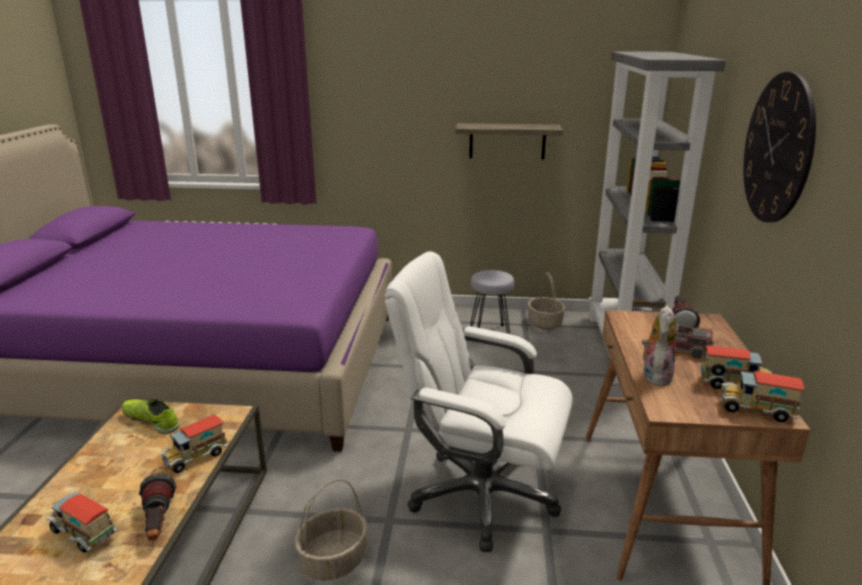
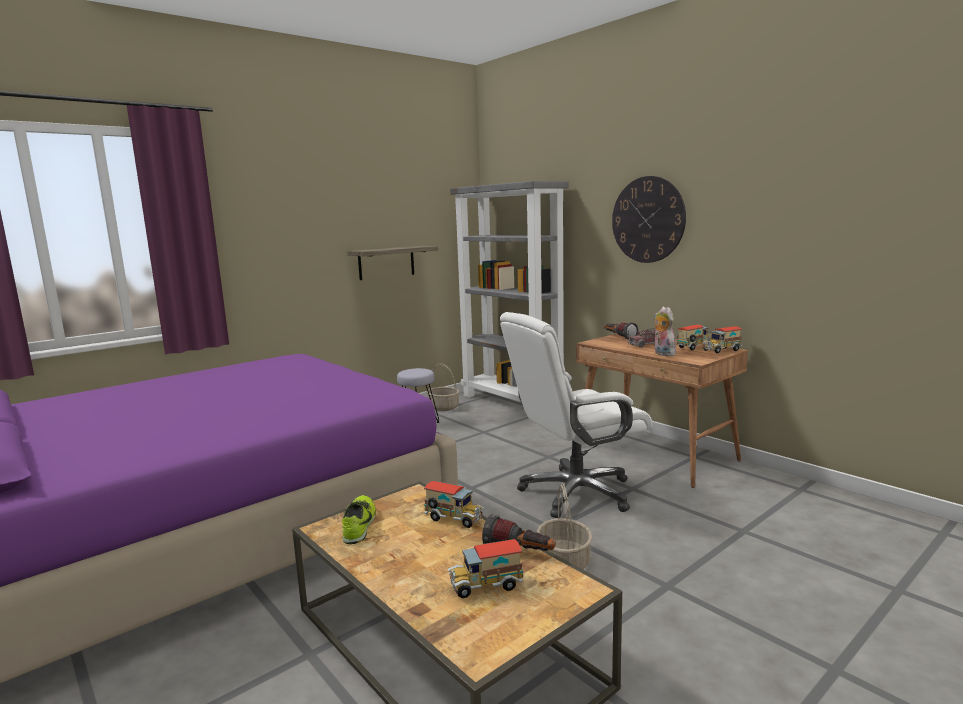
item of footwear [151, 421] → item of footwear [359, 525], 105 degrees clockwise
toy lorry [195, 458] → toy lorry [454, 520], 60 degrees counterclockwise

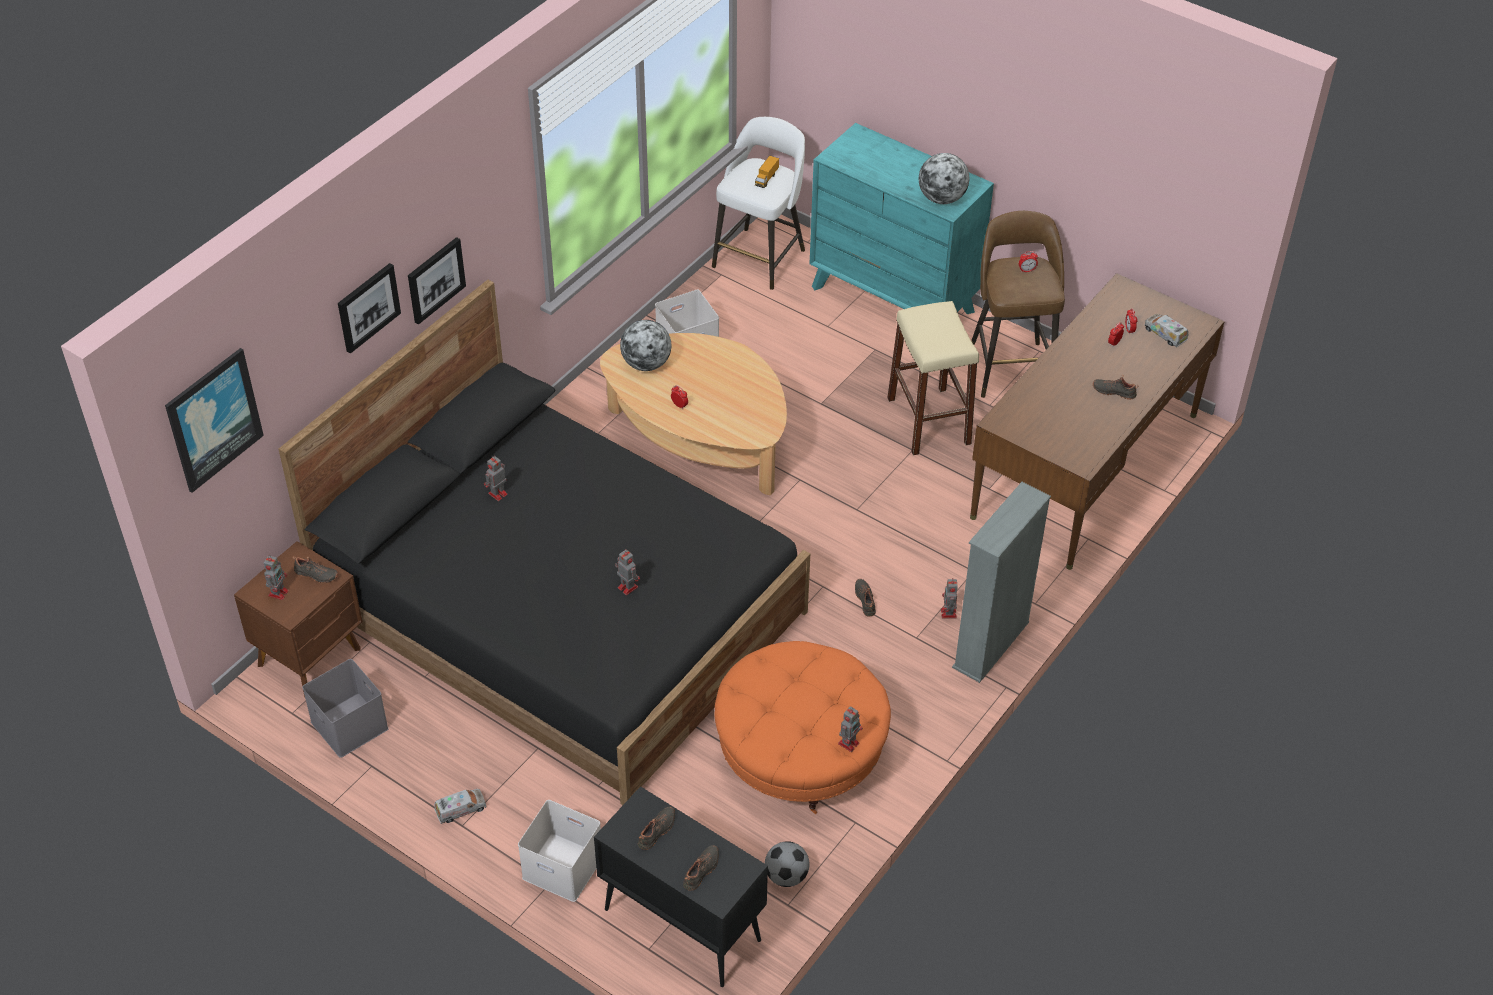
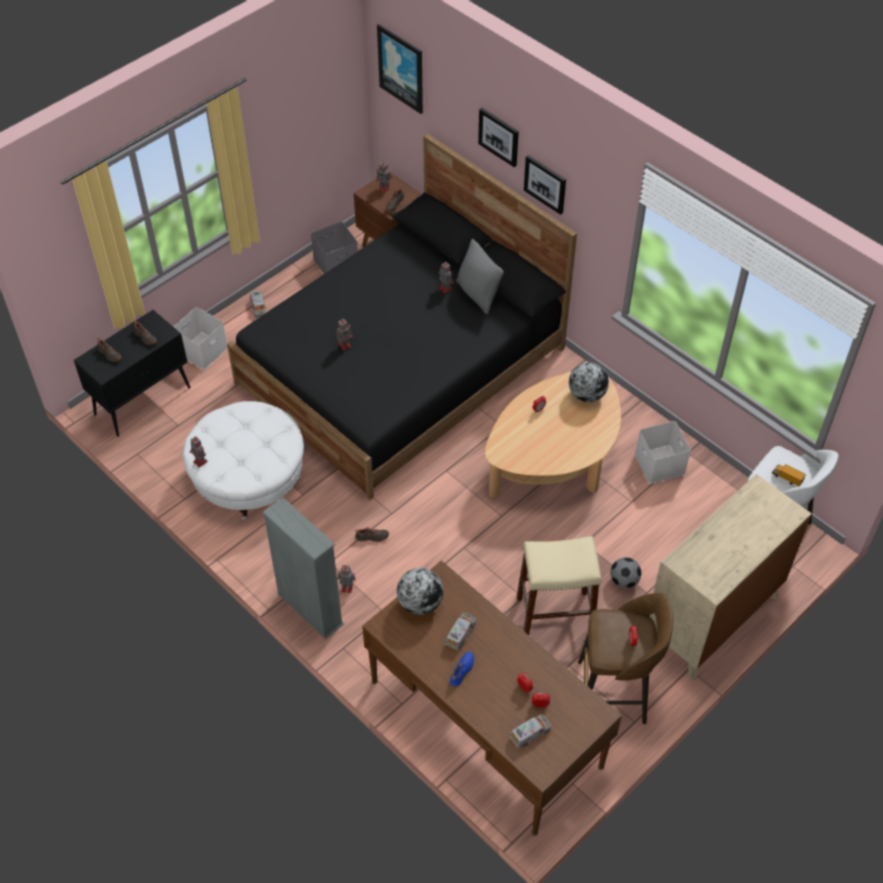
turquoise-coloured dresser [893, 299] → beige dresser [712, 618]
world globe [942, 198] → world globe [420, 603], move
blackish item of footwear [1114, 391] → blue item of footwear [462, 671]
orange ottoman [800, 752] → white ottoman [249, 477]
football ball [786, 876] → football ball [624, 581], move
- → grey throw pillow [478, 294]
- → toy lorry [460, 633]

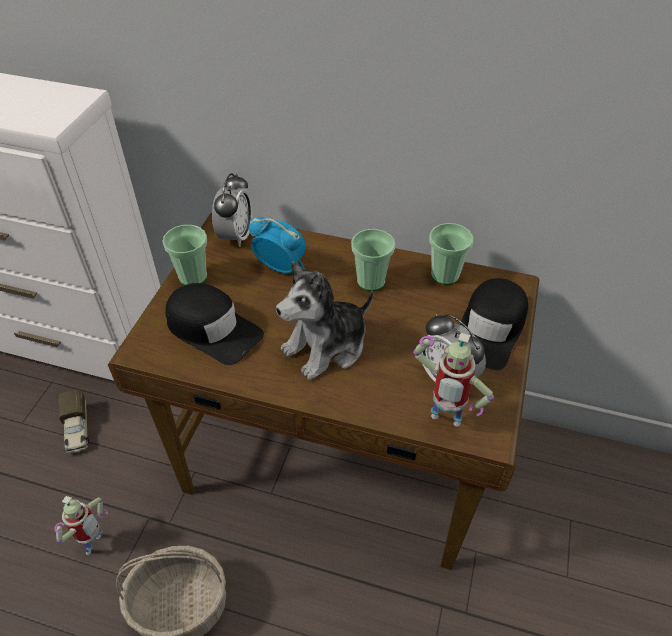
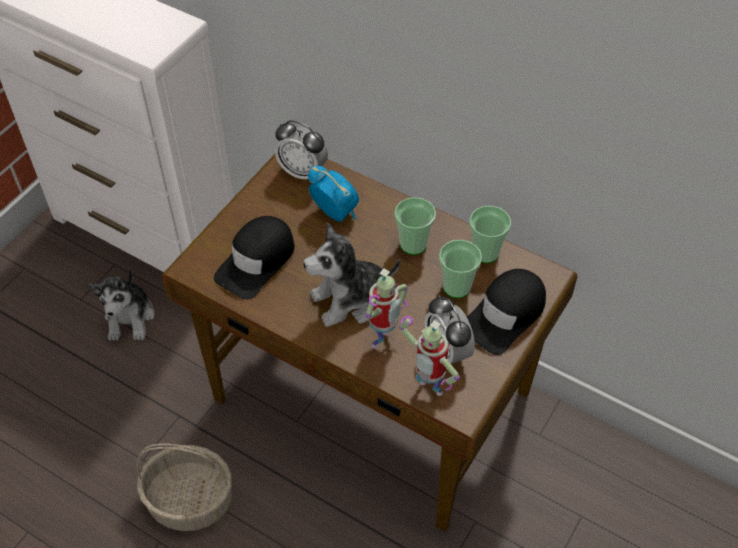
alarm clock [236, 236] → alarm clock [302, 171], 90 degrees clockwise
drinking cup [193, 277] → drinking cup [456, 287], move
blackish baseball cap [213, 329] → blackish baseball cap [257, 262], 75 degrees clockwise
toy lorry [77, 429] → soft toy [130, 317]
robot figure [96, 546] → robot figure [383, 341], move

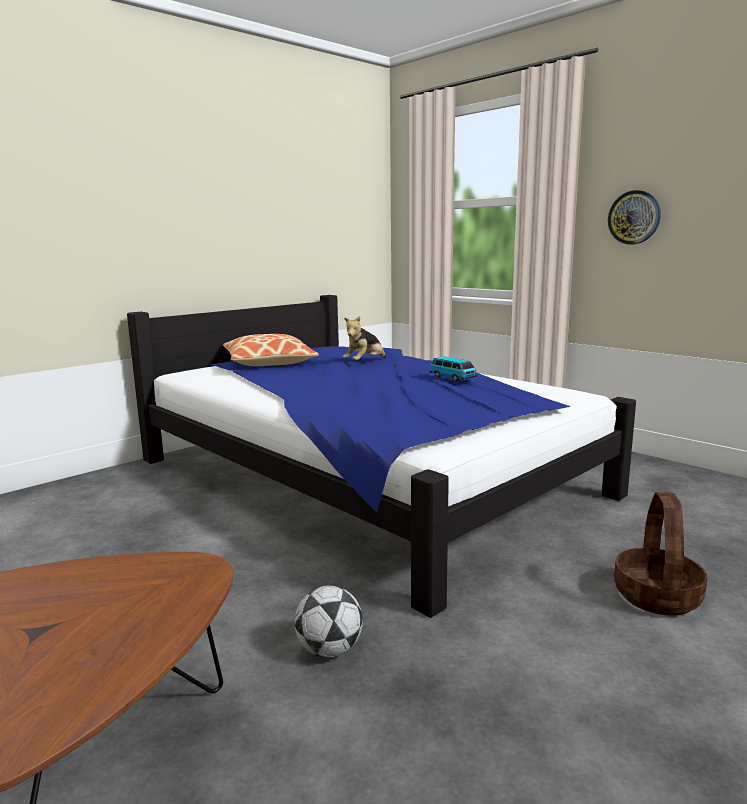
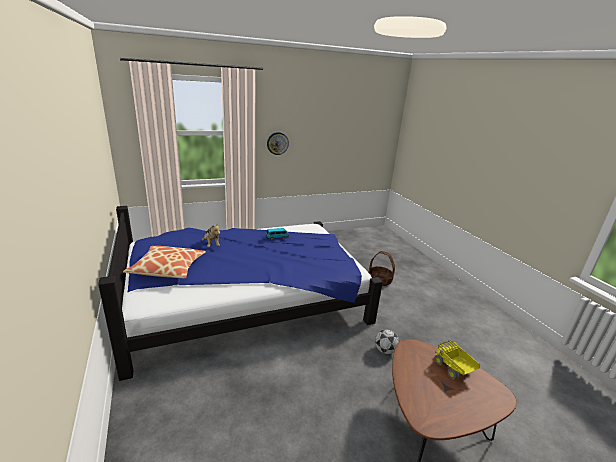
- → toy lorry [453, 369]

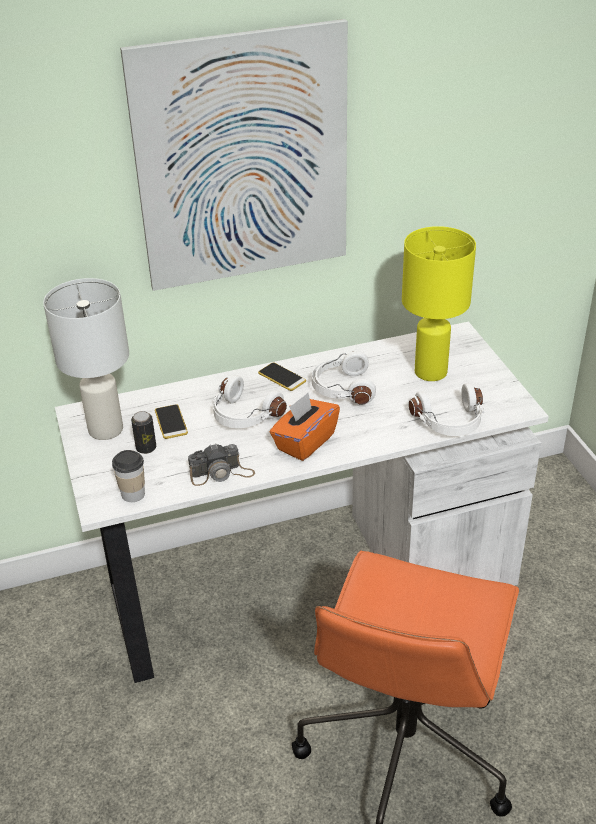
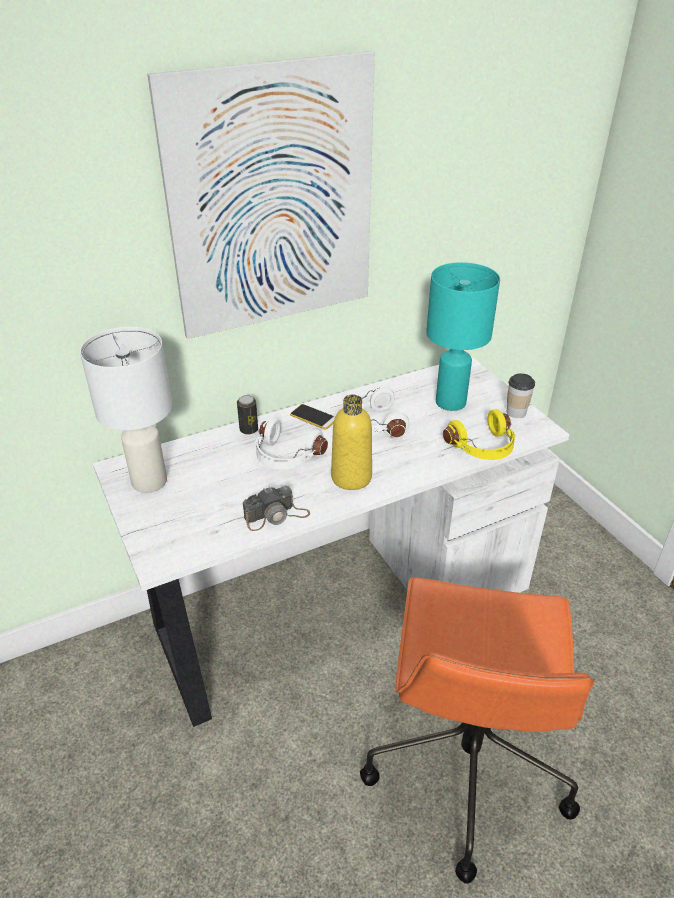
yellow-coloured tabletop lamp [429, 371] → turquoise-coloured tabletop lamp [449, 402]
white headphones [450, 423] → yellow-coloured headphones [483, 448]
orange tissue holder [305, 442] → yellow-coloured beverage bottle [351, 477]
telephone [171, 422] → -
can [146, 448] → can [249, 429], move
drinking cup [133, 494] → drinking cup [516, 412], move

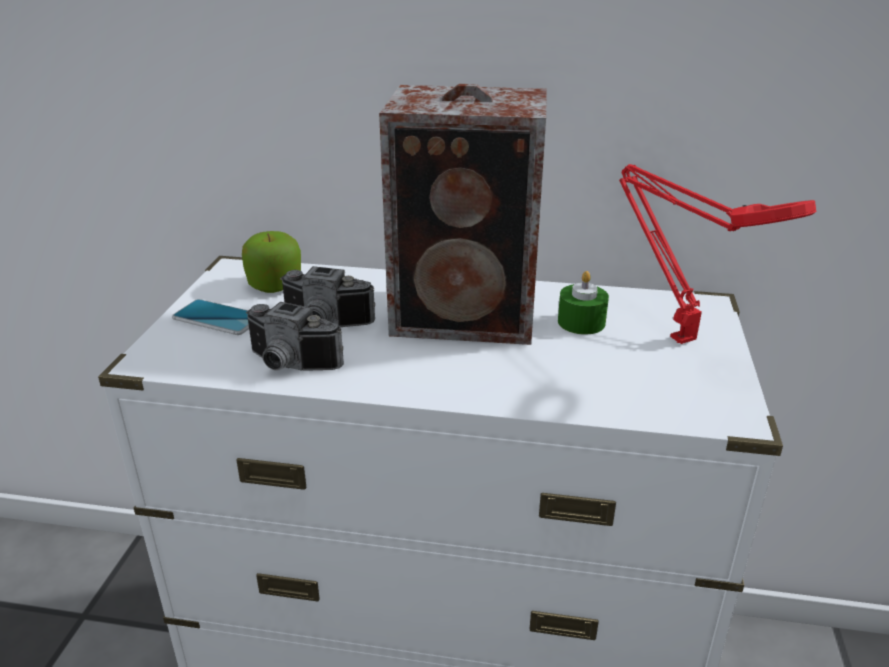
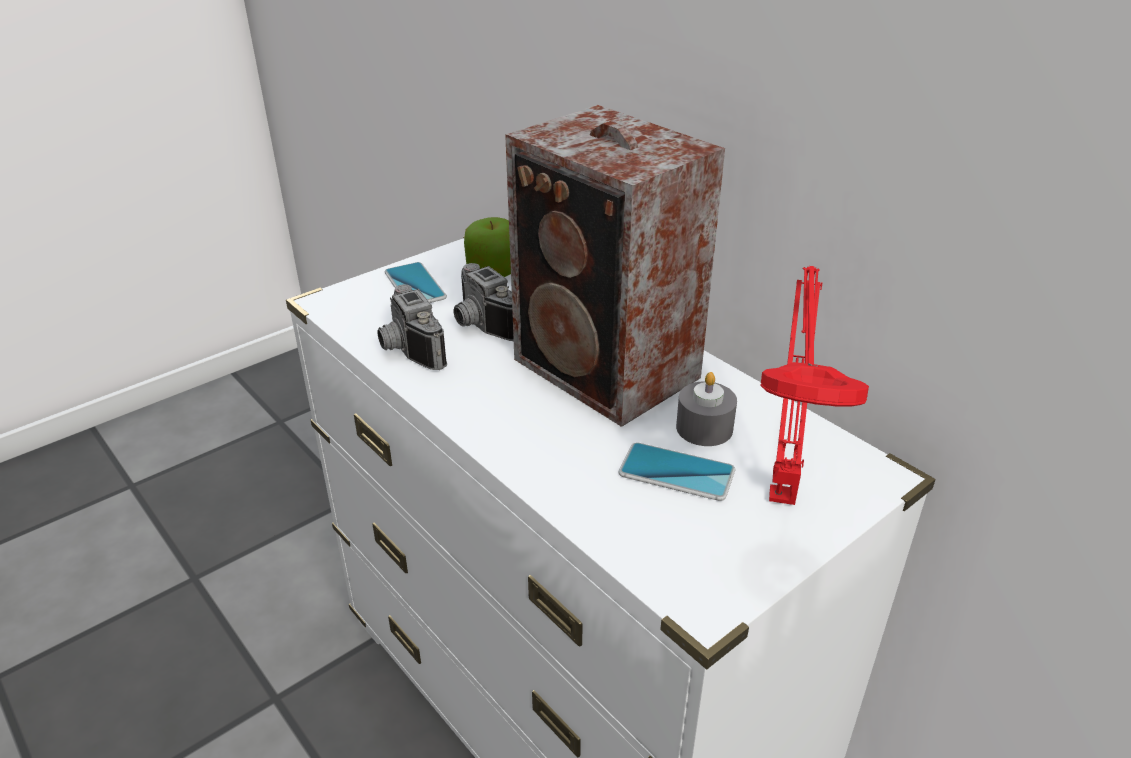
green candle [581, 322] → grey candle [704, 428]
- → telephone [676, 473]

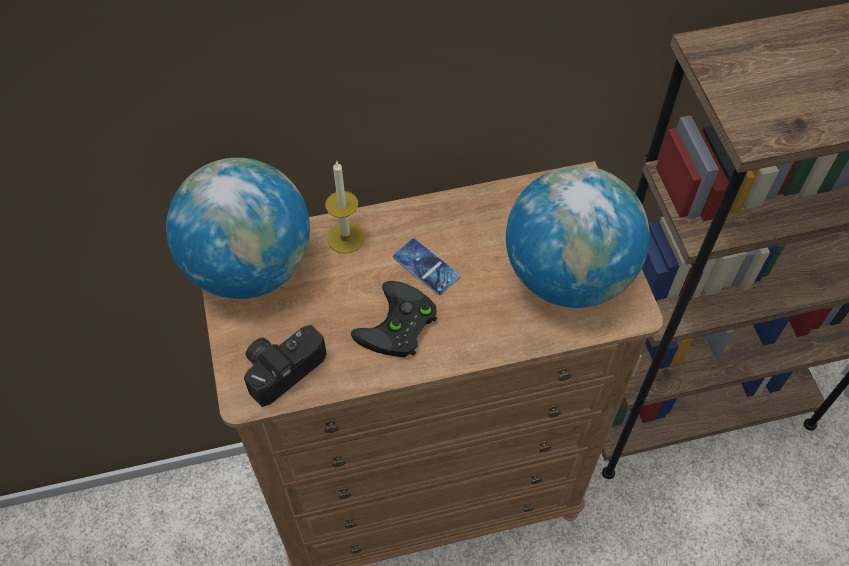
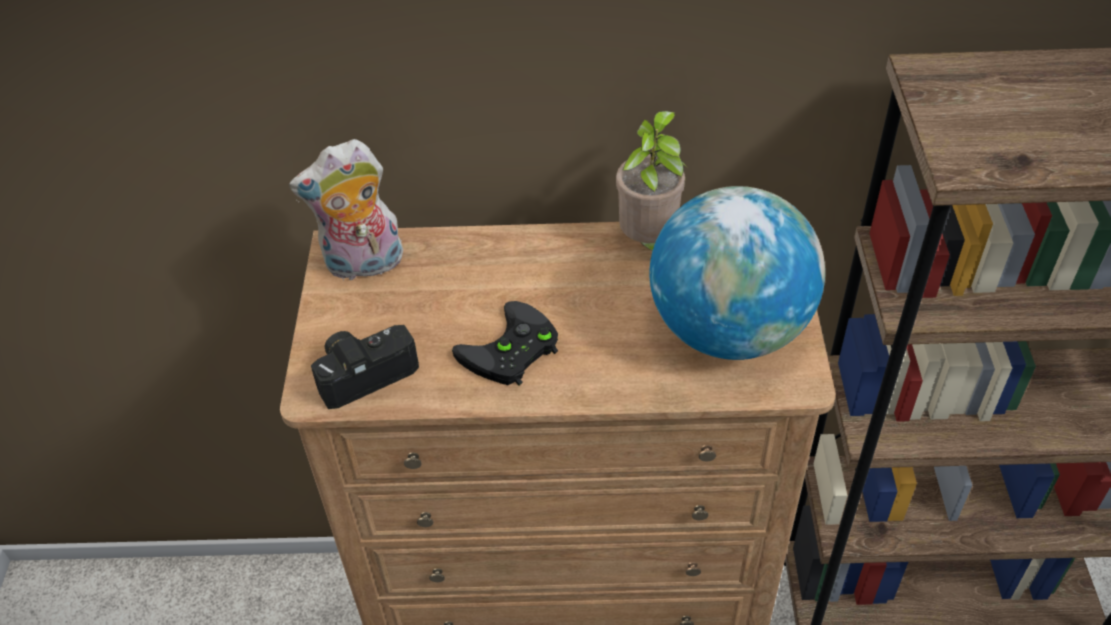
world globe [249, 267] → soft toy [363, 265]
candle [345, 238] → -
telephone [426, 267] → -
- → plant in a pot [649, 245]

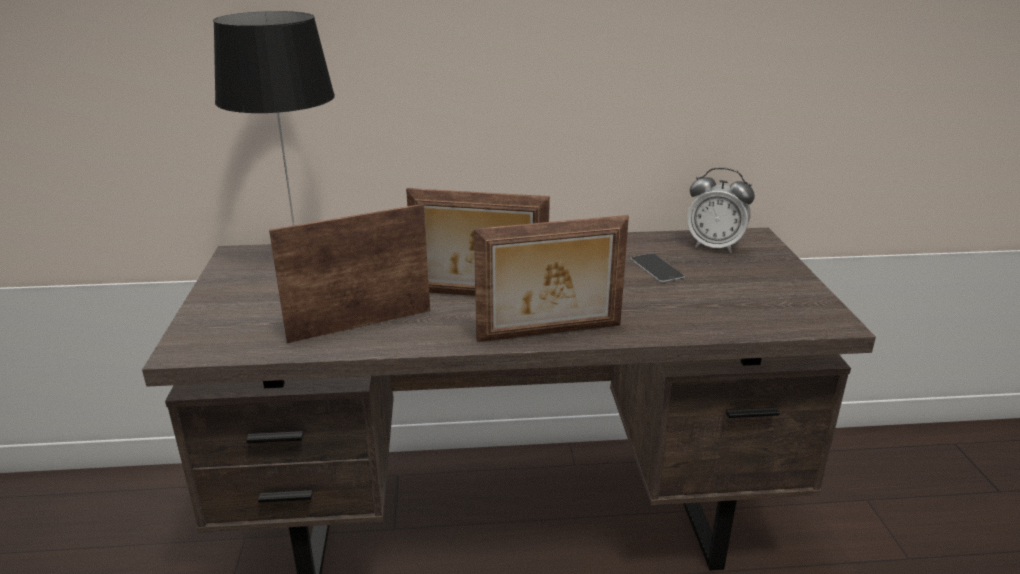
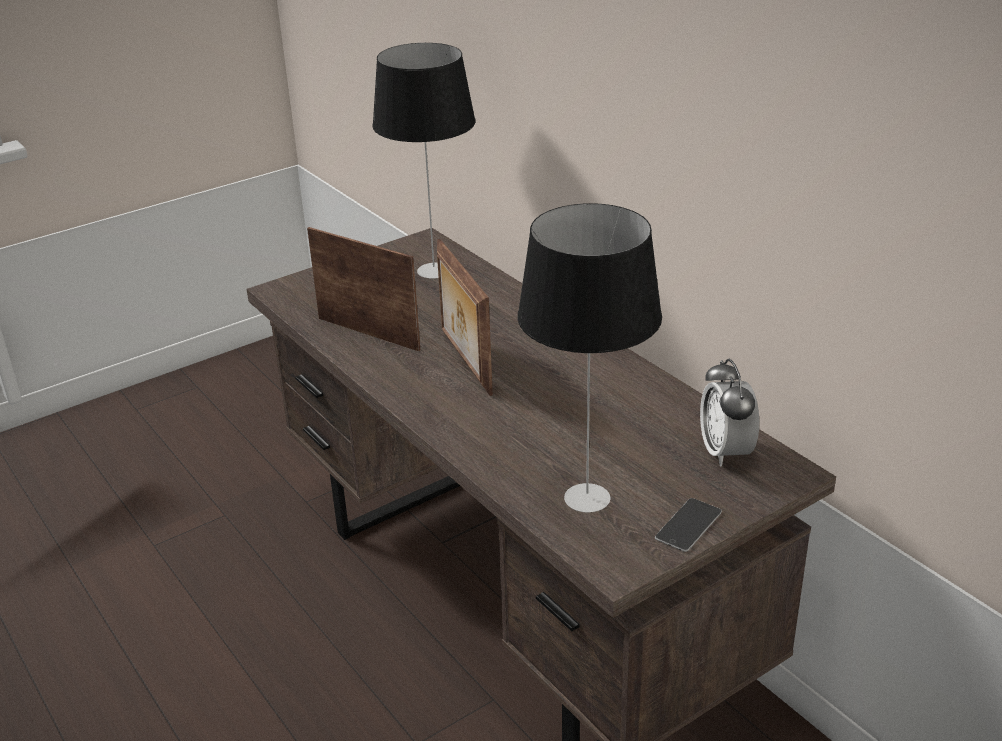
picture frame [550, 334] → -
telephone [656, 268] → telephone [688, 525], move
- → tabletop lamp [588, 498]

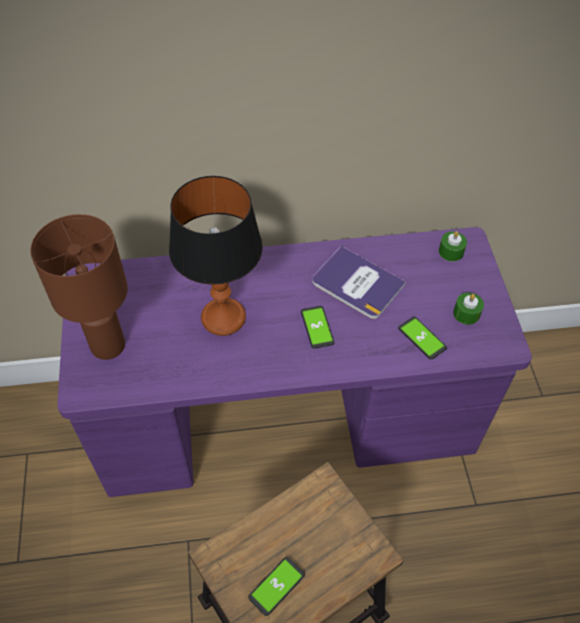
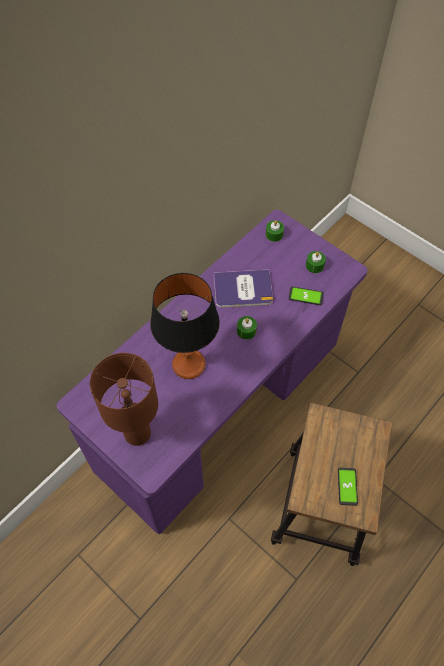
telephone [317, 327] → green candle [246, 331]

